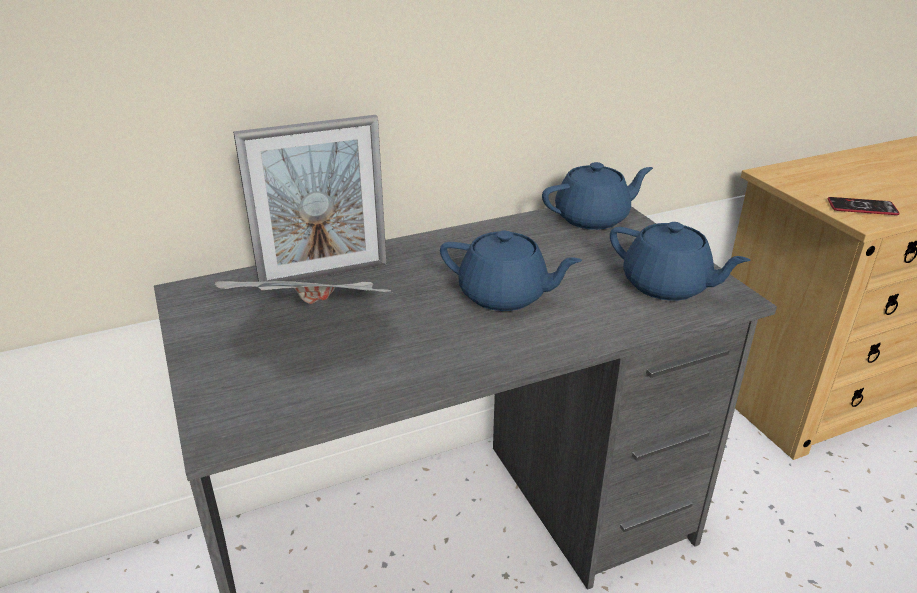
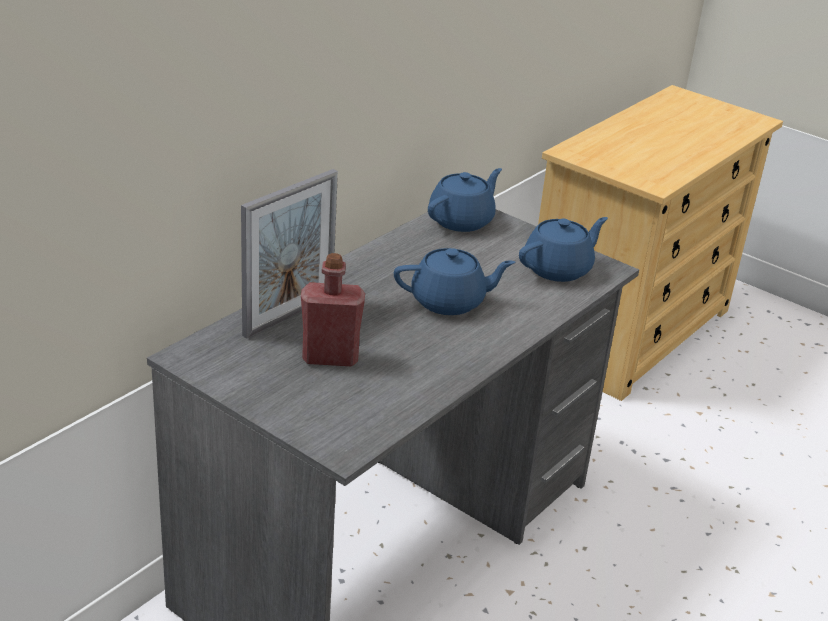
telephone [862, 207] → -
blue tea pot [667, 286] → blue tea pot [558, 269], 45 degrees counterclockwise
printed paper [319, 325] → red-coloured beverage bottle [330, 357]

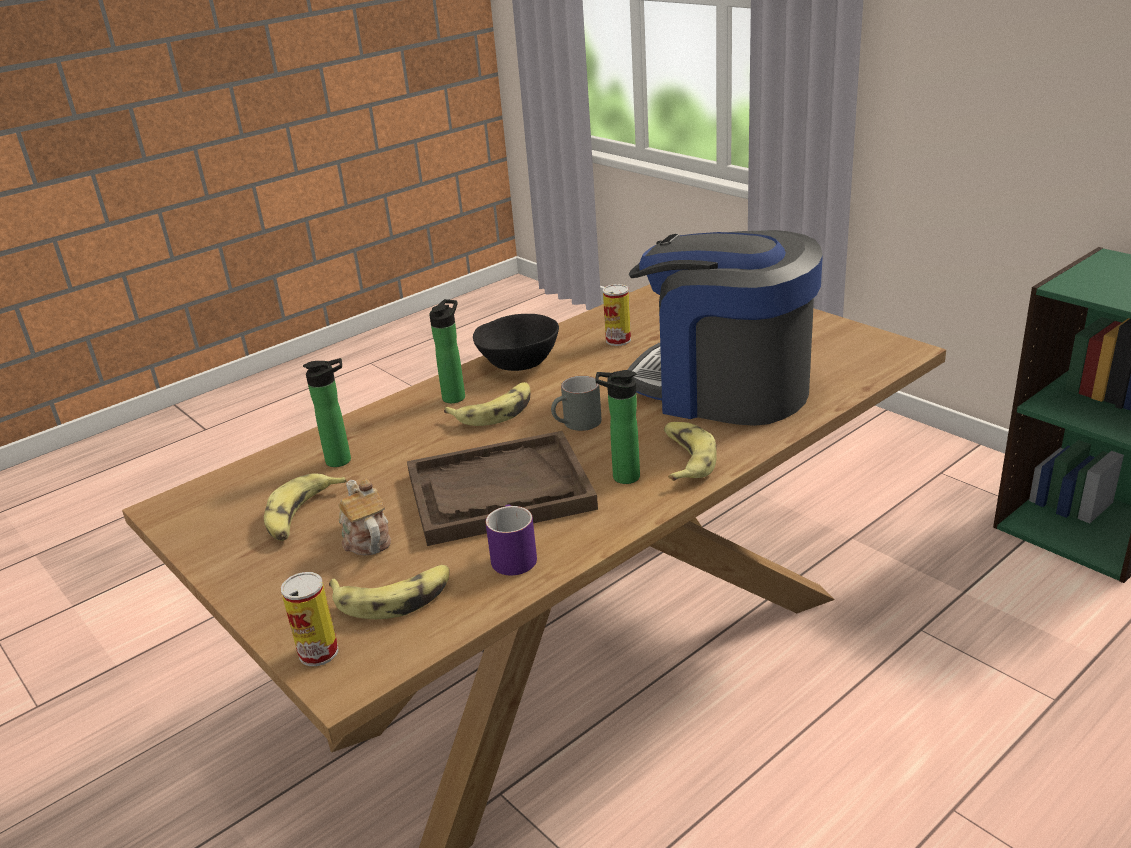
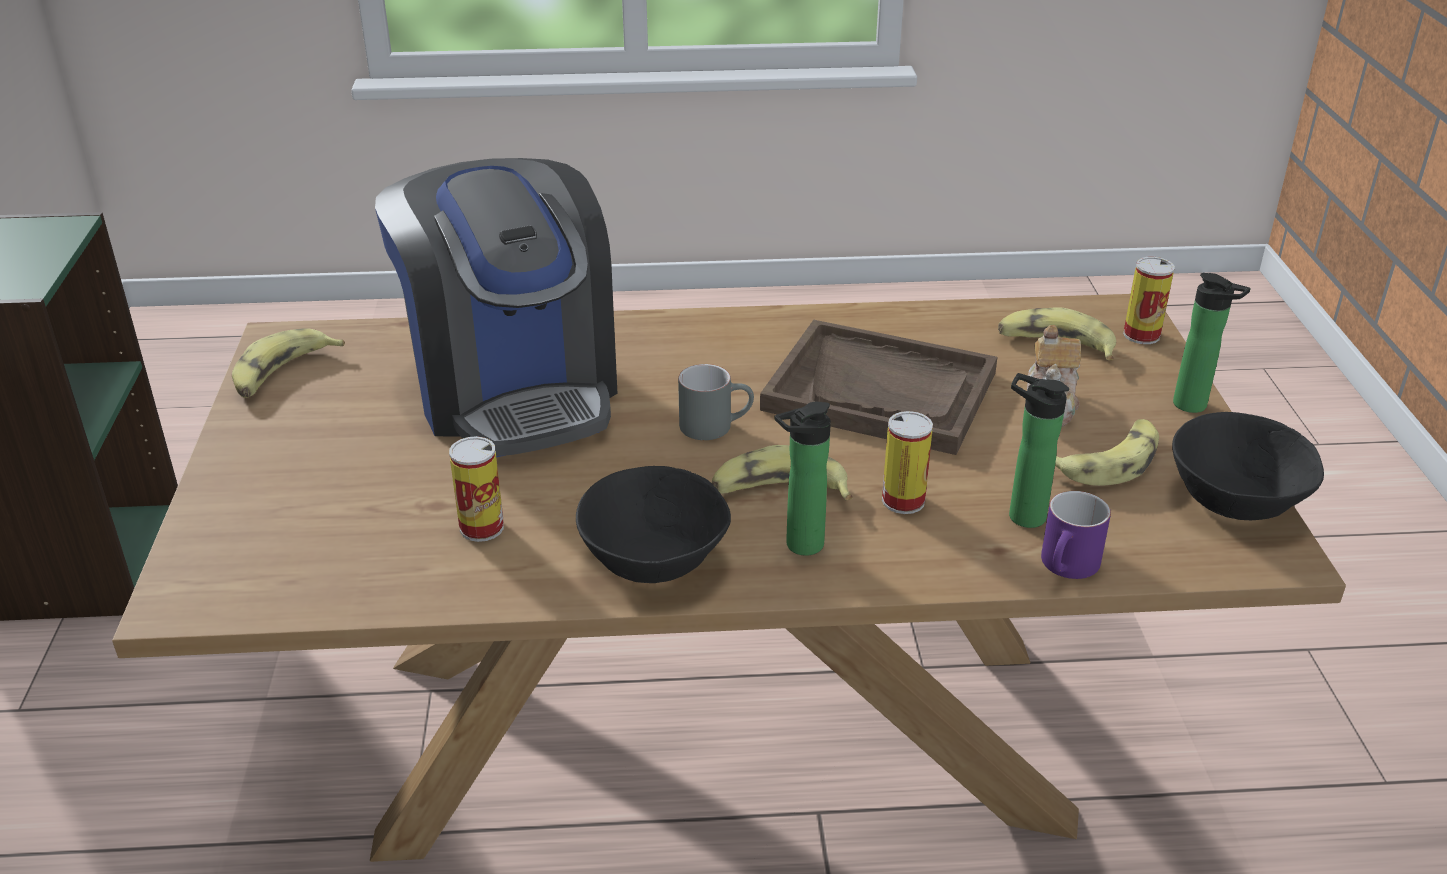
beverage bottle [621, 477] → beverage bottle [1194, 406], move
banana fruit [685, 459] → banana fruit [283, 374], move
purple-coloured mug [511, 556] → purple-coloured mug [1068, 568], move
- → can [903, 500]
- → blackish serving bowl [1233, 501]

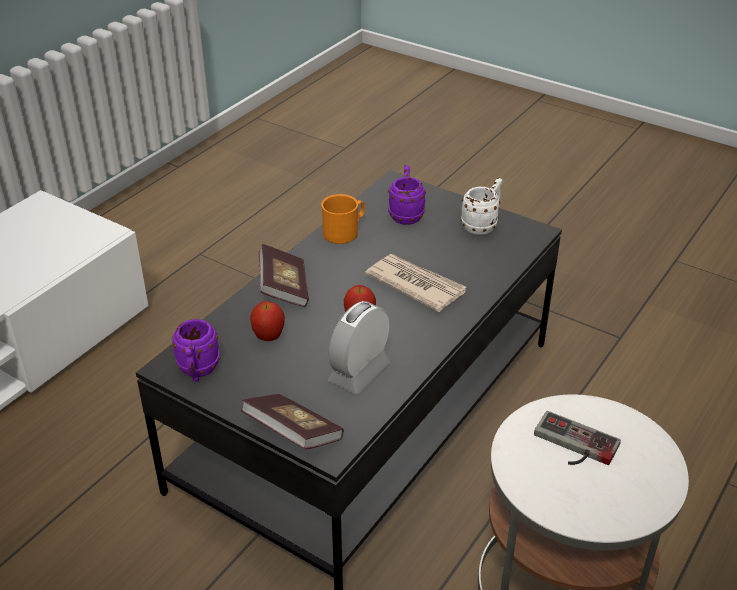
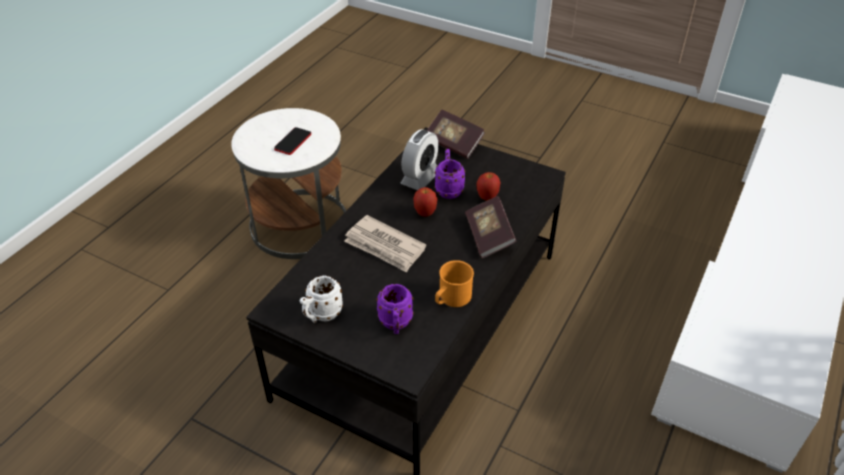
purple-coloured mug [198, 372] → purple-coloured mug [448, 188], move
gamepad [572, 446] → telephone [293, 142]

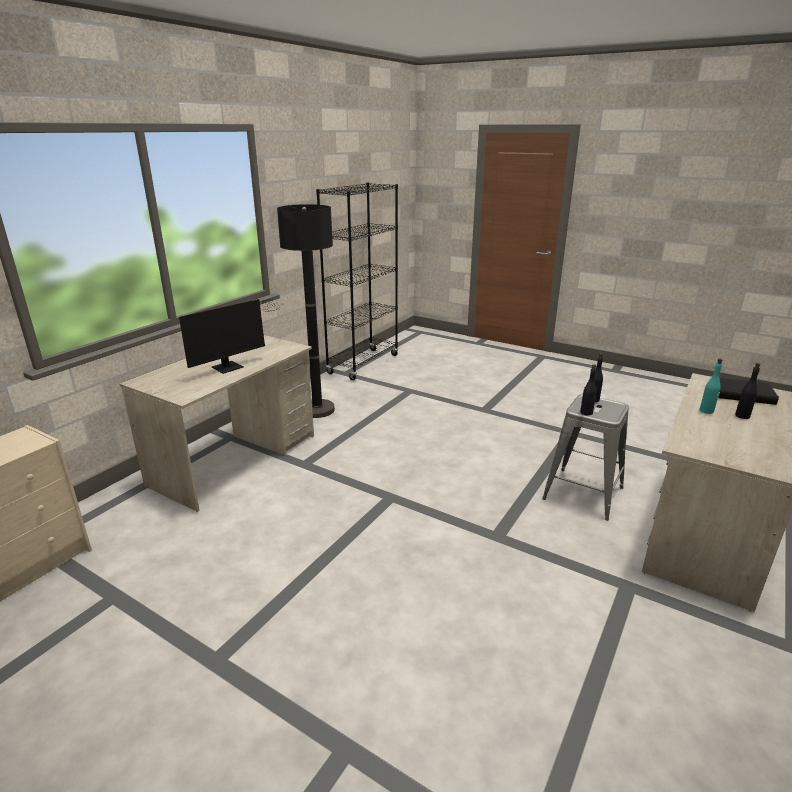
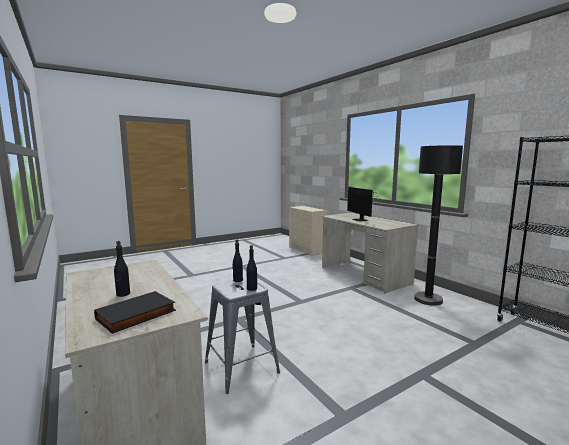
turquoise-coloured beverage bottle [706, 411] → -

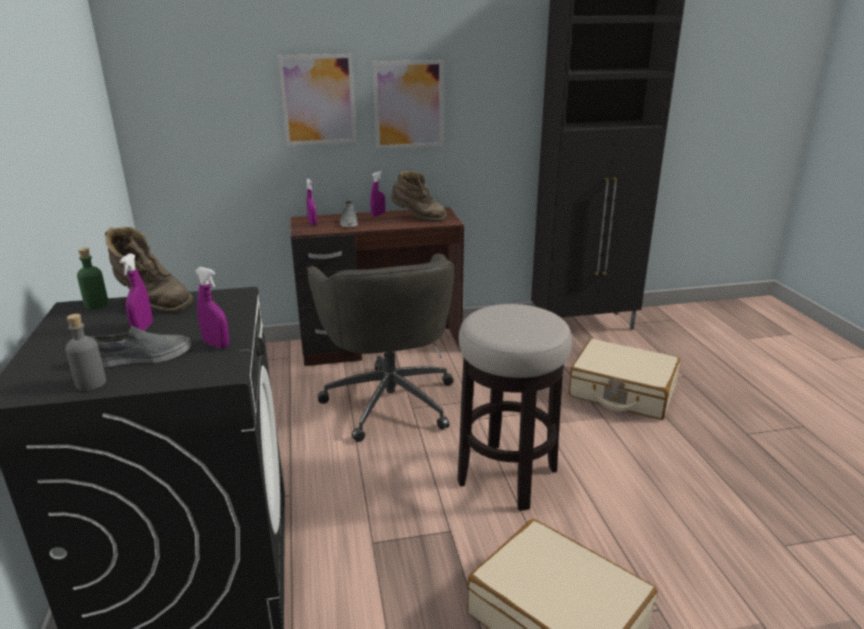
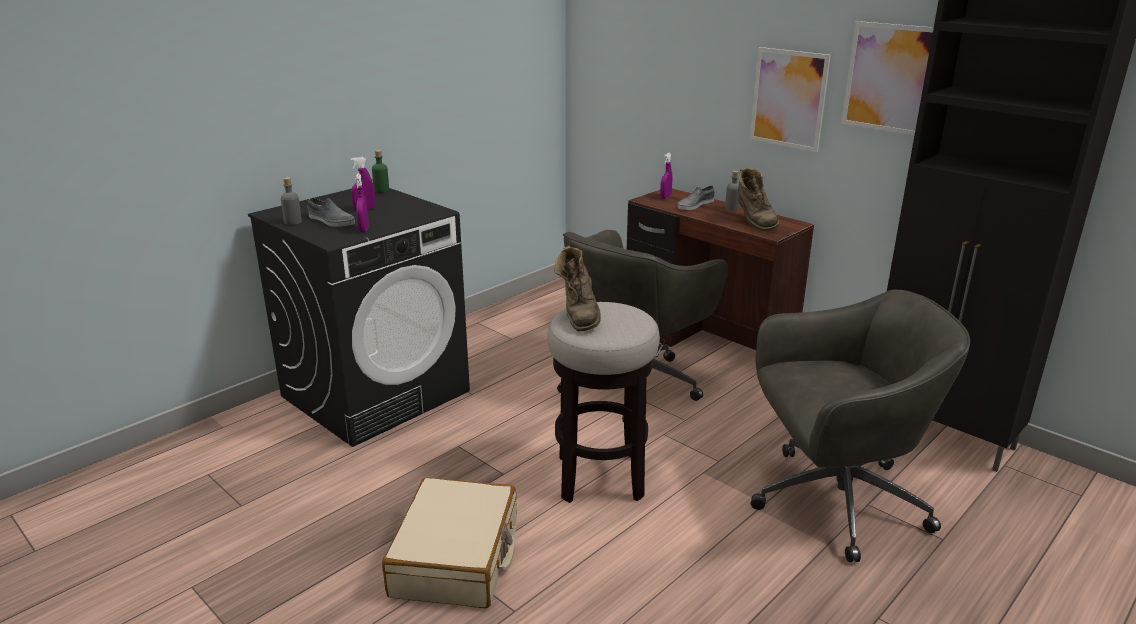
wall picture [318, 100] → wall picture [889, 78], move
purple-coloured sprayer [378, 215] → grey beverage bottle [732, 208]
brownish boot [152, 303] → brownish boot [579, 316], move
beige travel case [622, 391] → grey computer chair [833, 501]

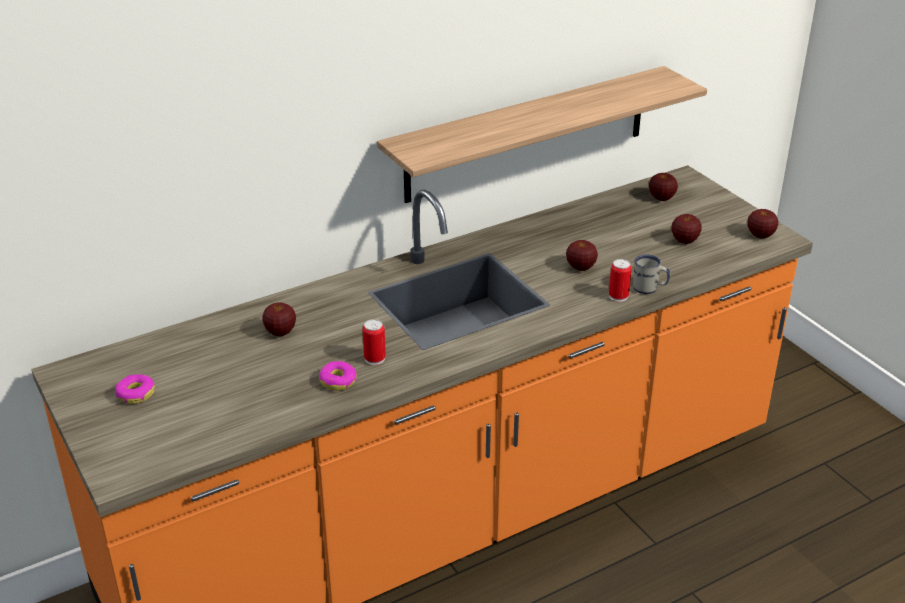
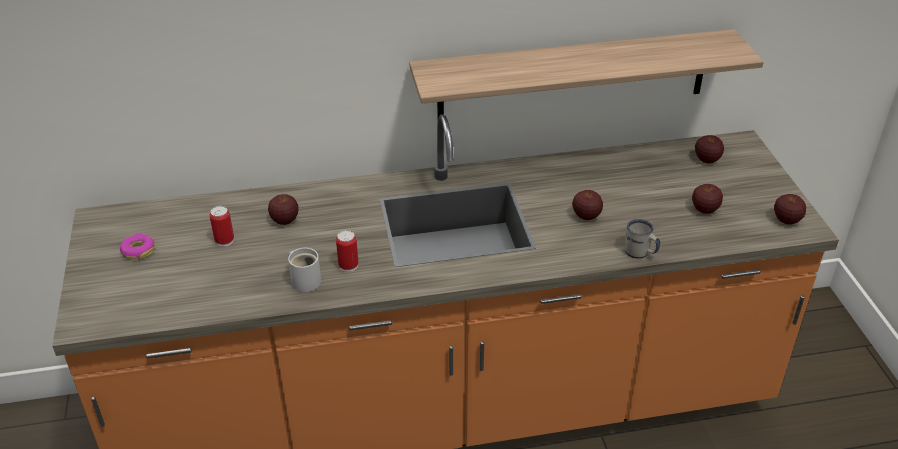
can [618, 296] → can [224, 240], move
donut [338, 381] → white mug [305, 280]

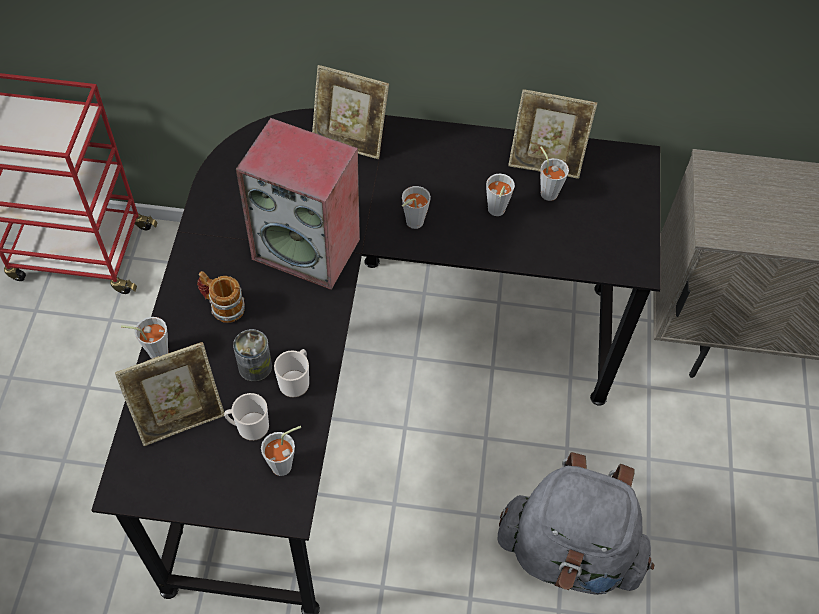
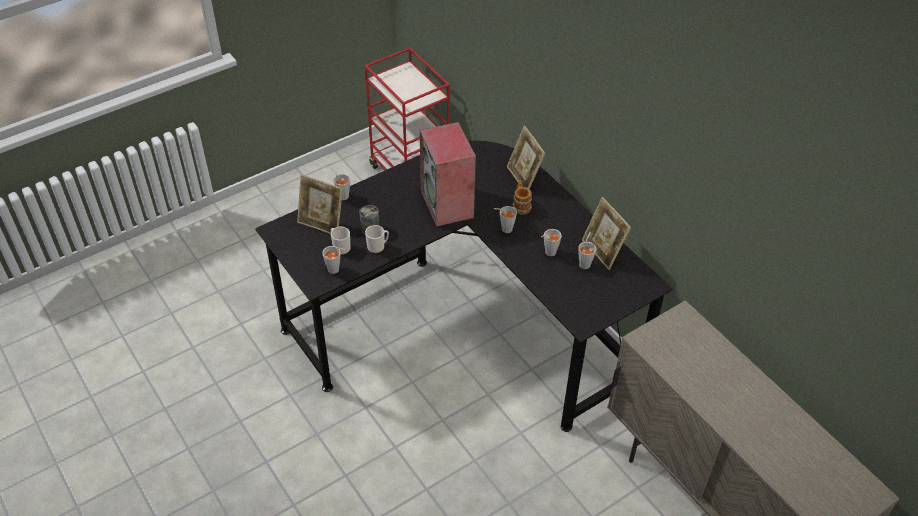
mug [222, 306] → mug [520, 205], move
grey knapsack [568, 552] → -

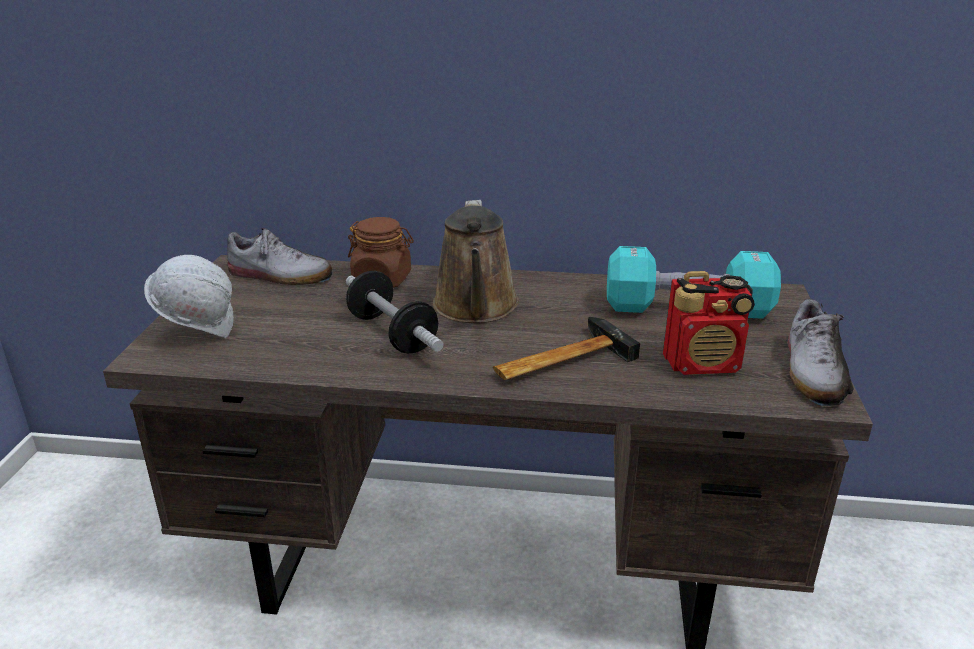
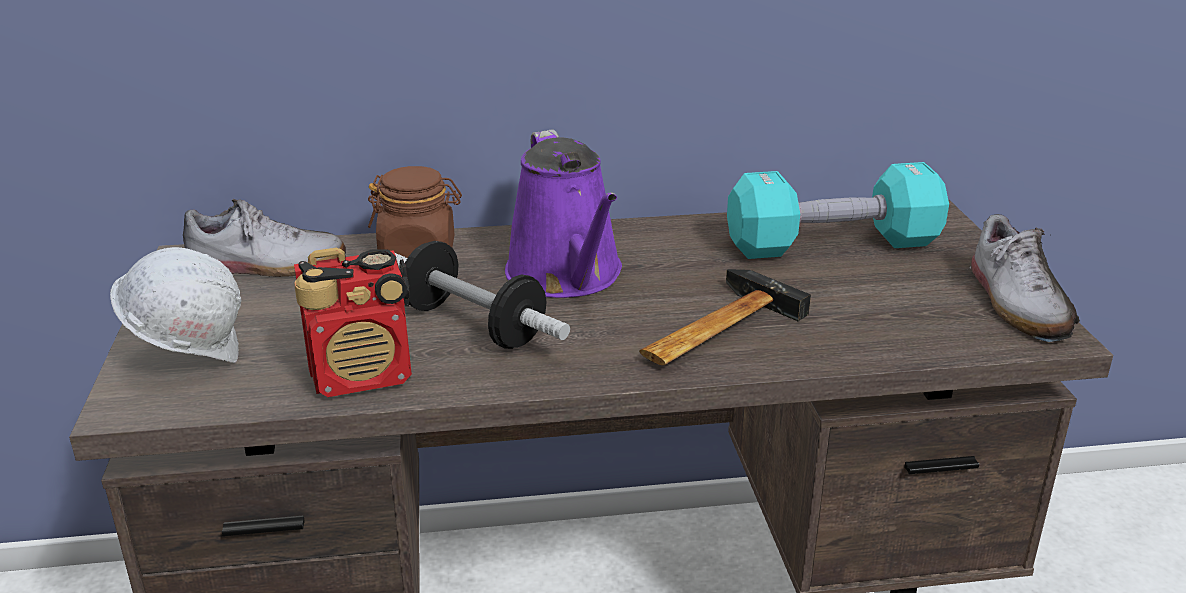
brownish watering pot [476, 308] → purple-coloured watering pot [567, 276]
radio set [703, 364] → radio set [363, 376], move

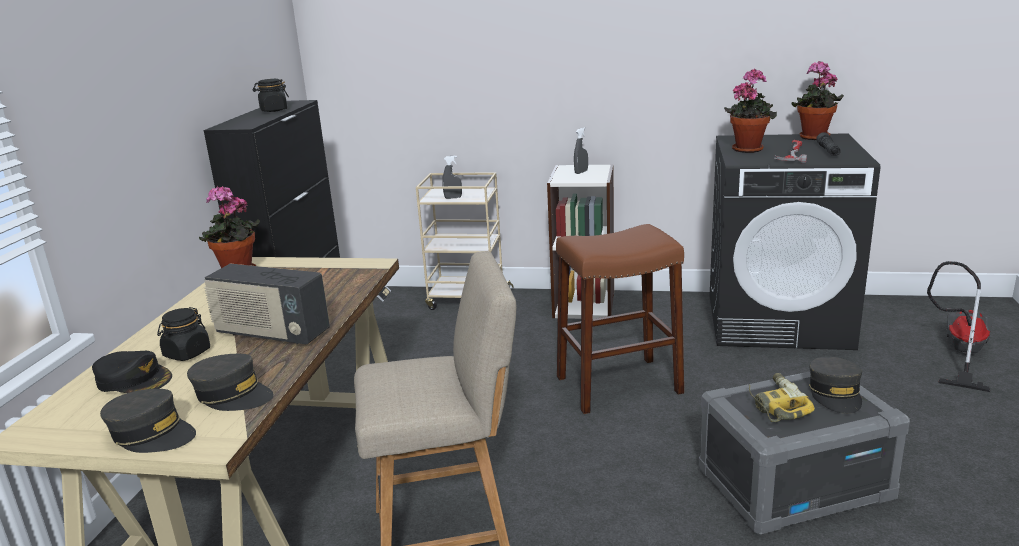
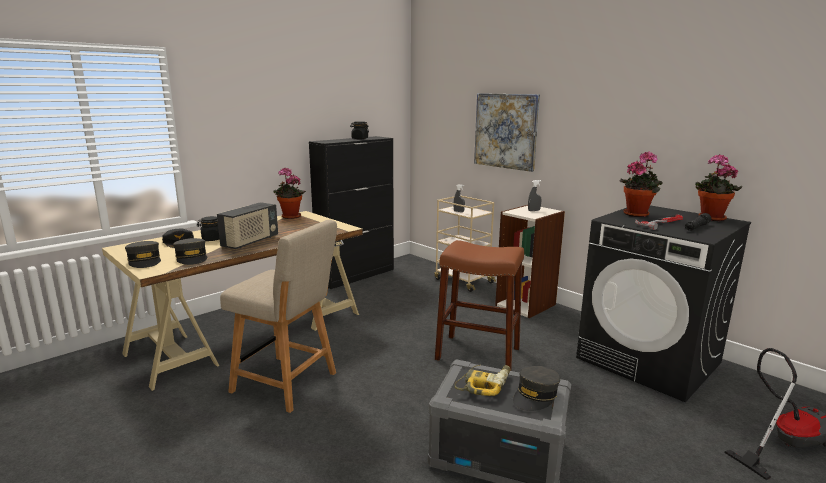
radio set [272, 334] → radio set [250, 242], 120 degrees counterclockwise
- → wall picture [506, 131]

